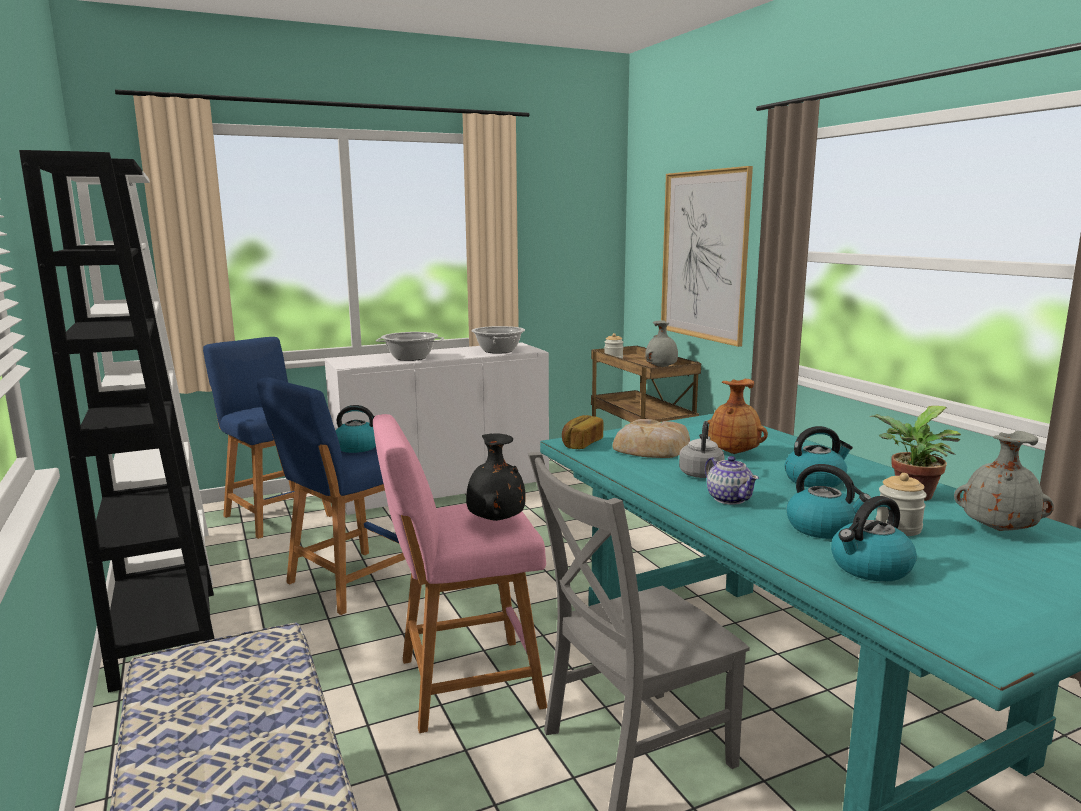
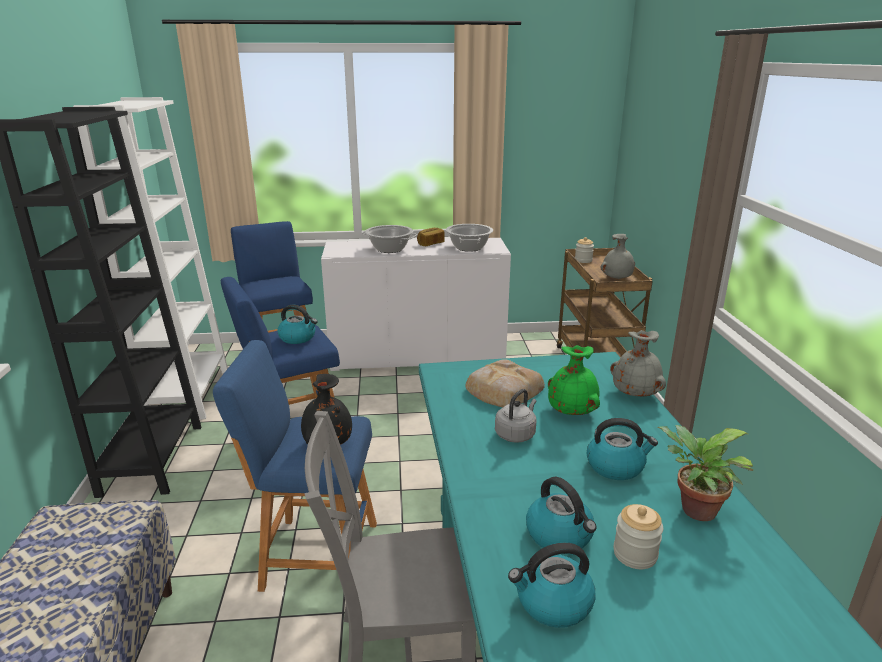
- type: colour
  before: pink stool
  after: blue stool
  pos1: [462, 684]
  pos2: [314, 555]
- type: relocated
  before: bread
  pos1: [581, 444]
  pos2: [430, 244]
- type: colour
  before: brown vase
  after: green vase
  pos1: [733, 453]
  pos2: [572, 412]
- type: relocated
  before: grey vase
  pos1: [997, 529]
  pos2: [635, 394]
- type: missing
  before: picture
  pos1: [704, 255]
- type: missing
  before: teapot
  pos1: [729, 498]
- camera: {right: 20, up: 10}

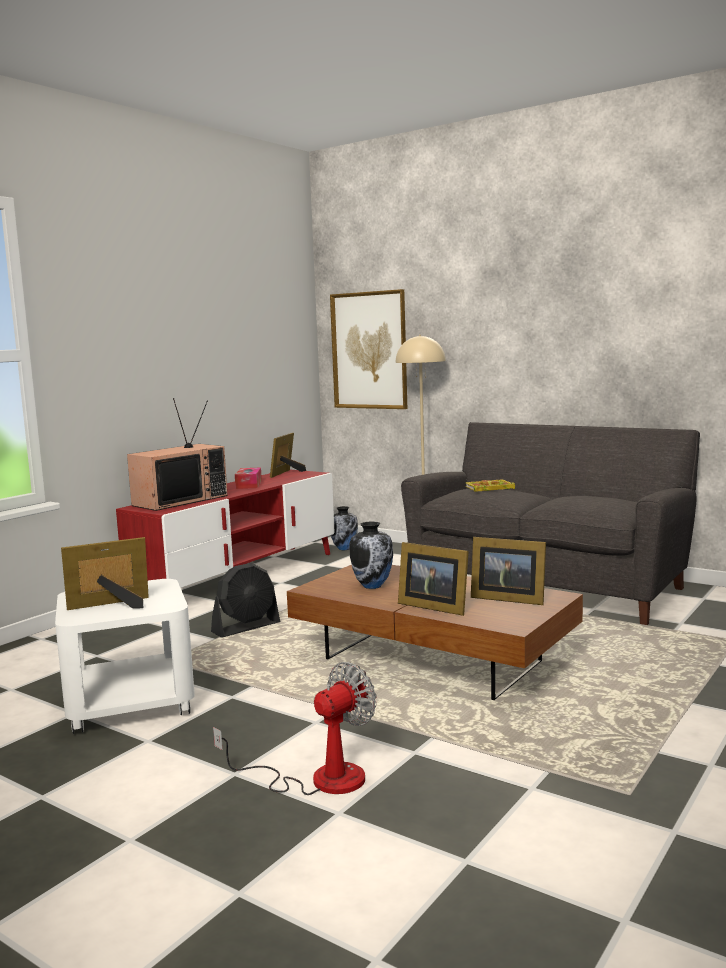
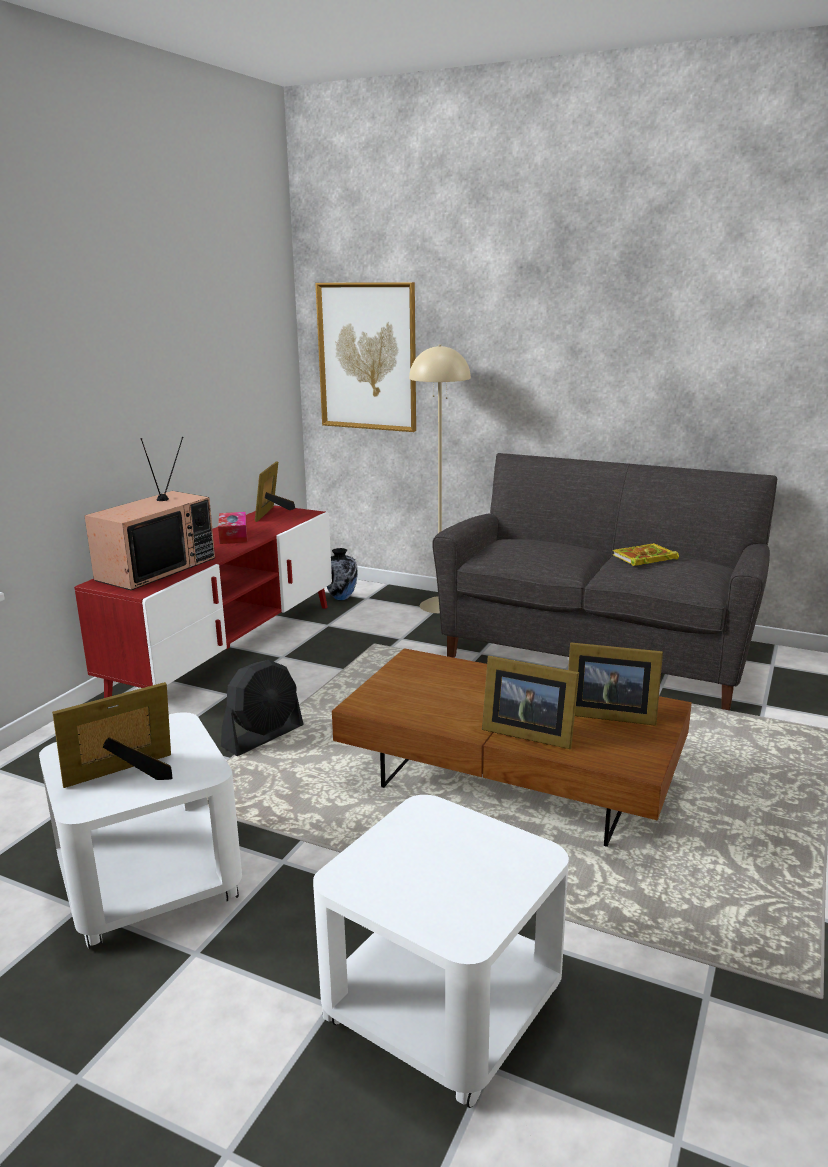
- type: exchanged
  before: fan
  after: white side table
  pos1: [318, 779]
  pos2: [442, 1006]
- type: relocated
  before: book
  pos1: [488, 488]
  pos2: [643, 558]
- type: missing
  before: vase
  pos1: [373, 586]
- camera: {right: -10, up: 10}

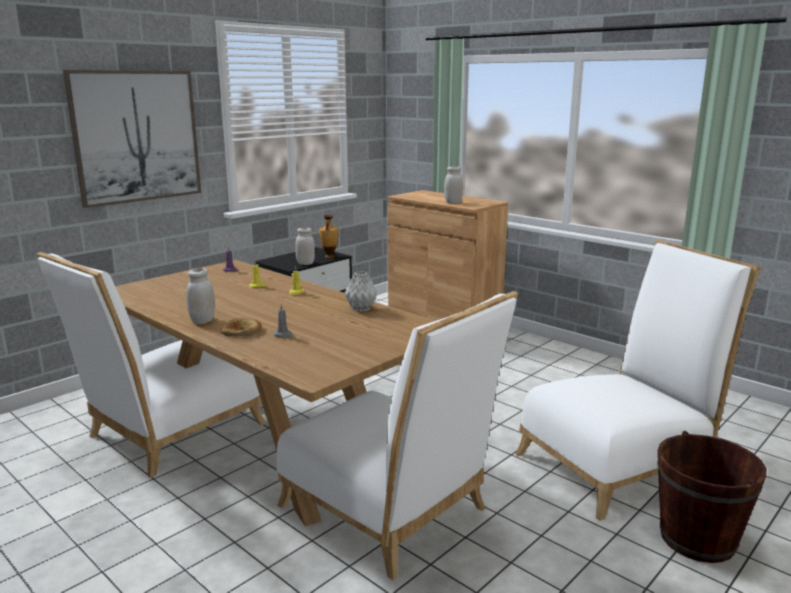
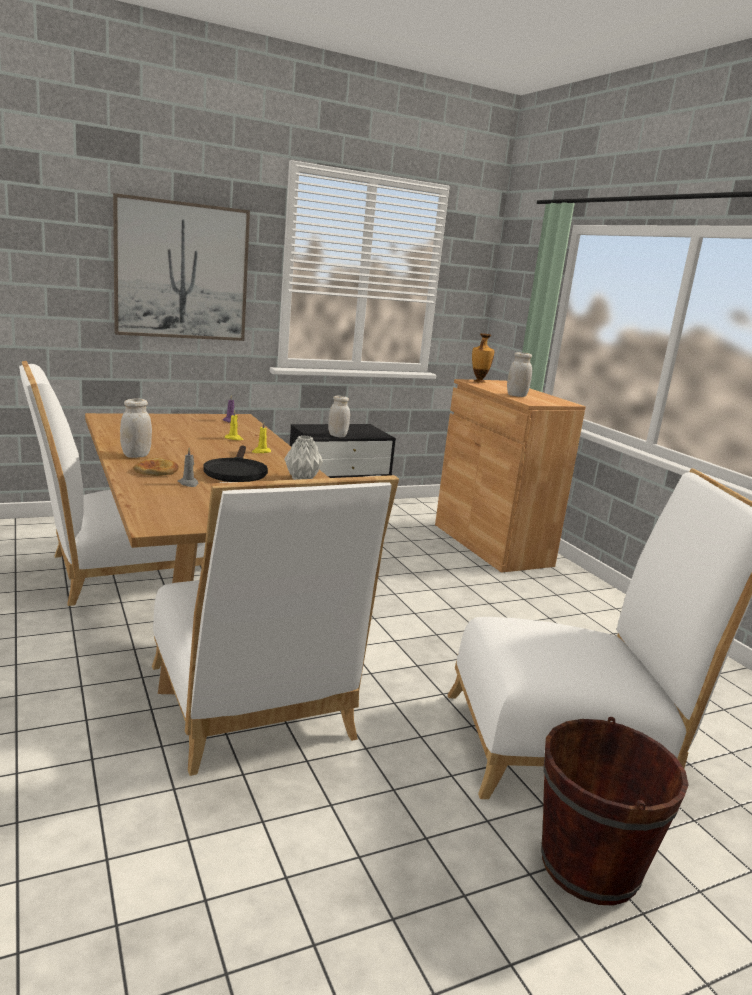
- type: appeared
  after: black frying pan
  pos2: [235, 471]
- type: relocated
  before: vase
  pos1: [329, 256]
  pos2: [479, 381]
- camera: {right: 20, up: 0}

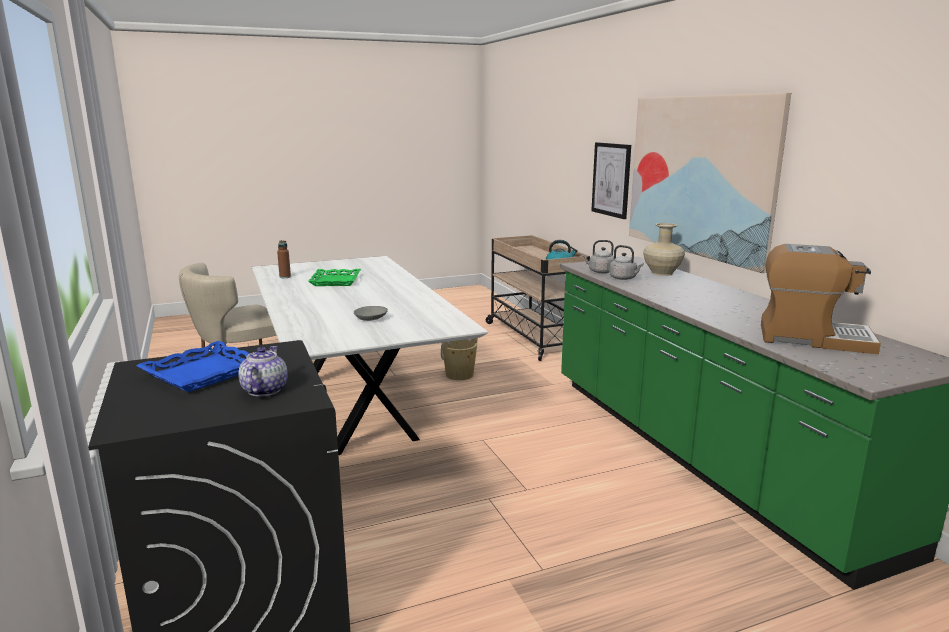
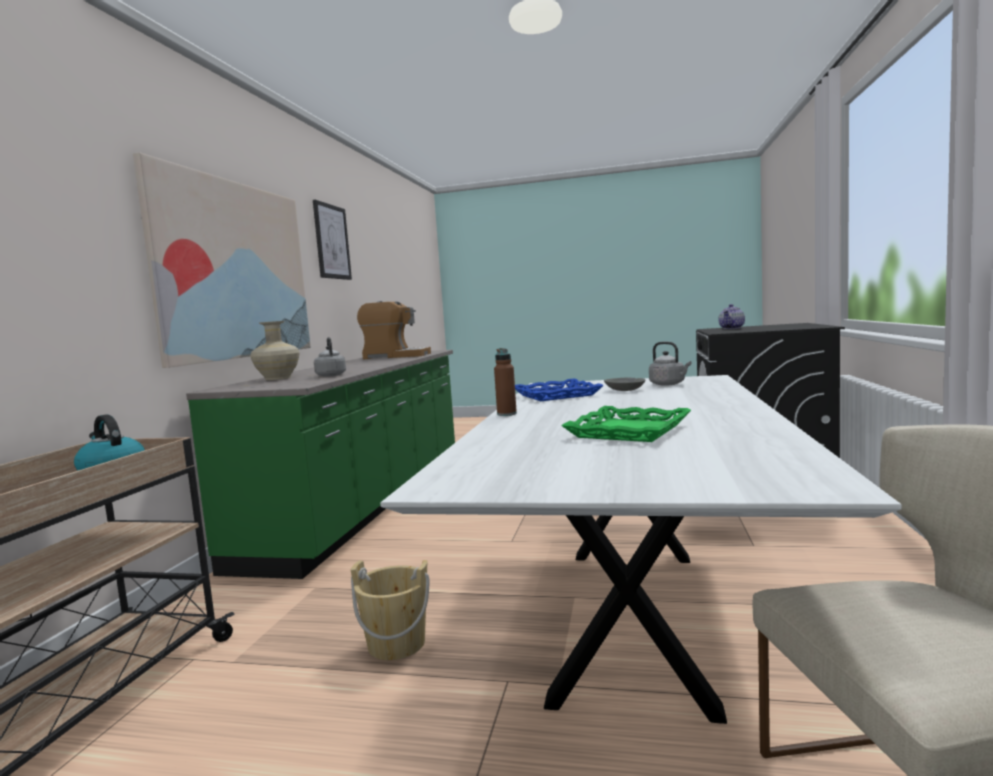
- type: relocated
  before: picture
  pos1: [611, 179]
  pos2: [331, 242]
- type: spun
  before: coffee machine
  pos1: [812, 338]
  pos2: [395, 356]
  turn: 135
- type: relocated
  before: brown bottle
  pos1: [285, 277]
  pos2: [506, 414]
- type: relocated
  before: blue tray
  pos1: [203, 373]
  pos2: [556, 395]
- type: relocated
  before: grey kettle
  pos1: [600, 272]
  pos2: [669, 384]
- camera: {right: -145, up: -10}

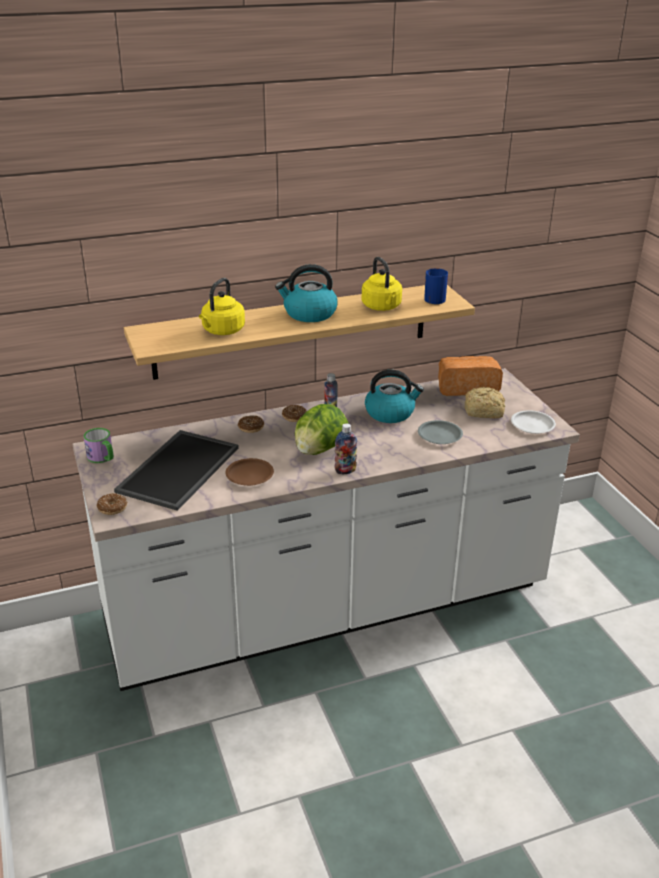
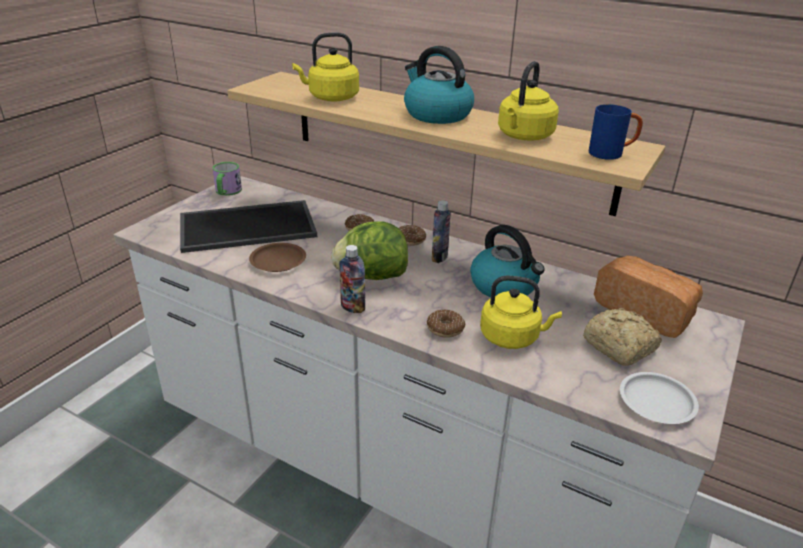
- type: relocated
  before: donut
  pos1: [112, 508]
  pos2: [445, 328]
- type: exchanged
  before: grey plate
  after: yellow kettle
  pos1: [439, 435]
  pos2: [512, 337]
- camera: {right: 50, up: 0}

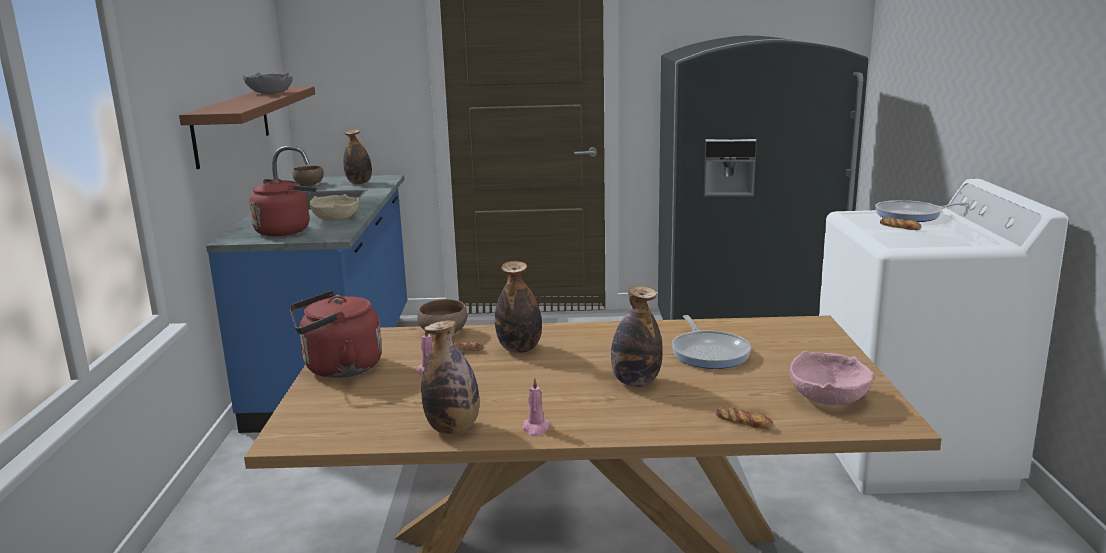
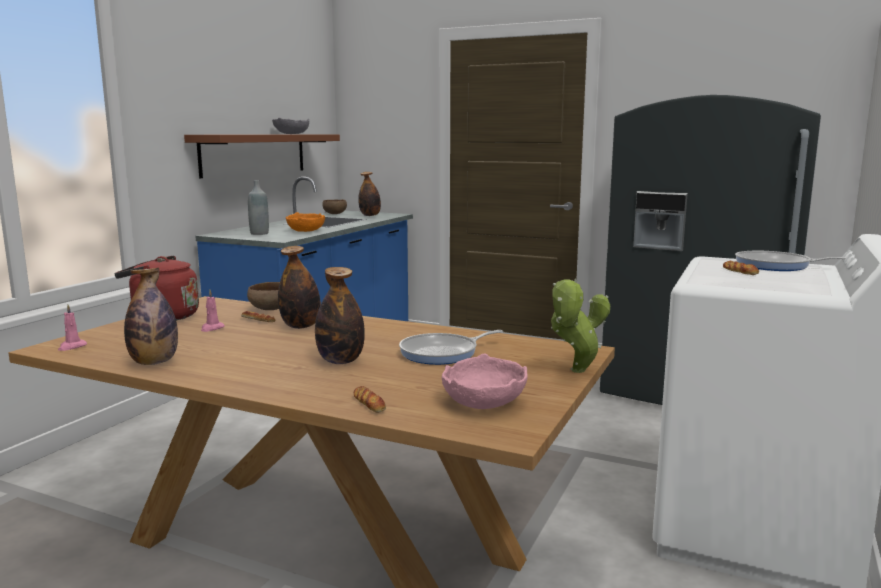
- type: relocated
  before: pink candle
  pos1: [536, 428]
  pos2: [72, 347]
- type: exchanged
  before: red kettle
  after: grey bottle
  pos1: [285, 230]
  pos2: [259, 233]
- type: colour
  before: beige bowl
  after: orange bowl
  pos1: [335, 219]
  pos2: [306, 231]
- type: spun
  before: frying pan
  pos1: [709, 353]
  pos2: [443, 353]
  turn: 45
- type: appeared
  after: potted plant
  pos2: [576, 372]
- camera: {right: 25, up: -5}

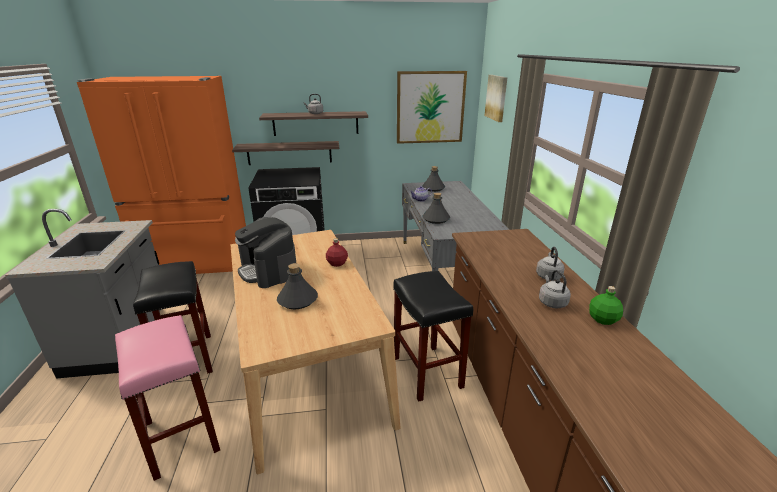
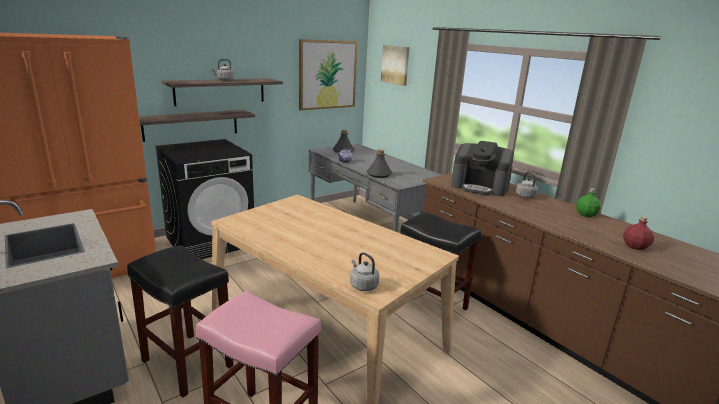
- type: relocated
  before: grey kettle
  pos1: [551, 302]
  pos2: [363, 285]
- type: relocated
  before: coffee machine
  pos1: [268, 270]
  pos2: [480, 187]
- type: relocated
  before: red bottle
  pos1: [337, 263]
  pos2: [635, 247]
- type: missing
  before: grey bottle
  pos1: [298, 300]
- camera: {right: -30, up: -5}

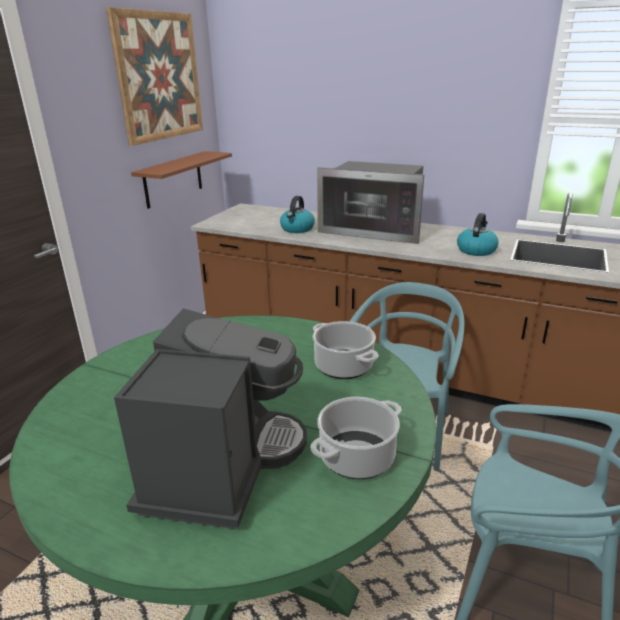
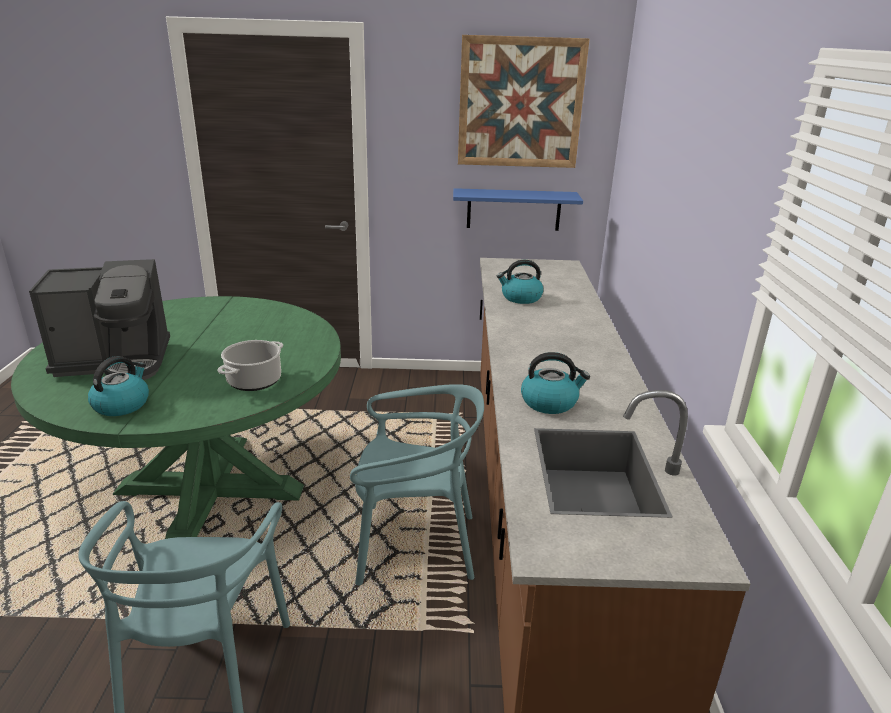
- type: exchanged
  before: cooking pot
  after: kettle
  pos1: [357, 458]
  pos2: [122, 404]
- type: colour
  before: brown shelf
  after: blue shelf
  pos1: [173, 179]
  pos2: [513, 209]
- type: missing
  before: microwave
  pos1: [374, 230]
- camera: {right: 65, up: 0}

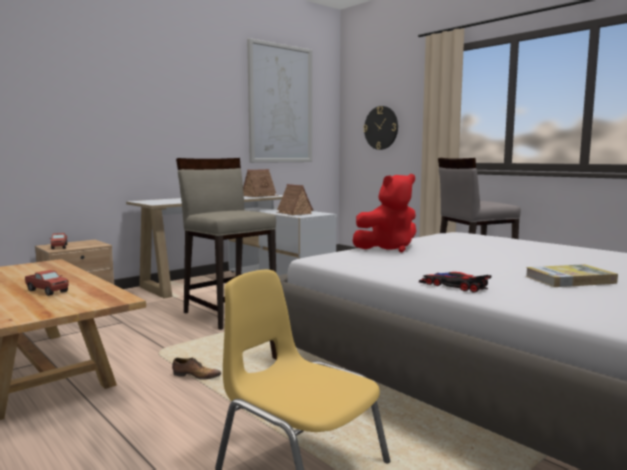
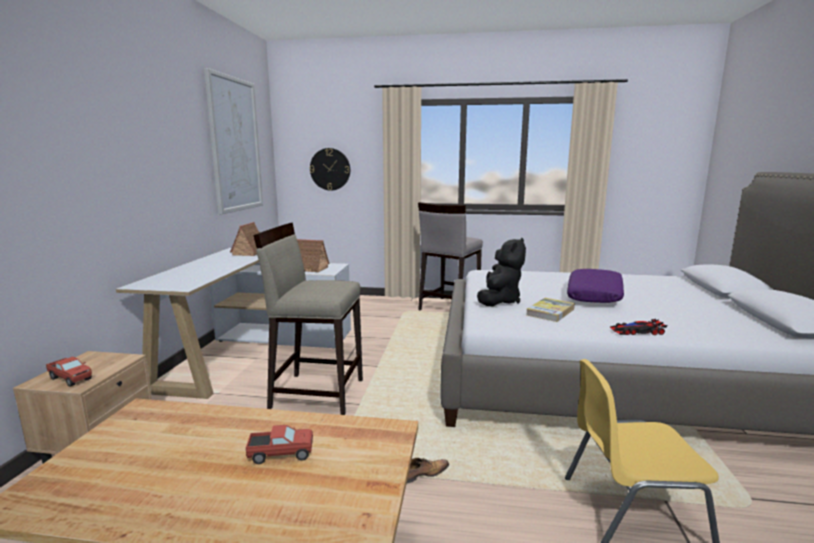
- type: colour
  before: red plush toy
  after: black plush toy
  pos1: [388, 248]
  pos2: [499, 301]
- type: relocated
  before: book
  pos1: [570, 279]
  pos2: [550, 312]
- type: appeared
  after: purple pillow
  pos2: [595, 295]
- camera: {right: -40, up: 5}

